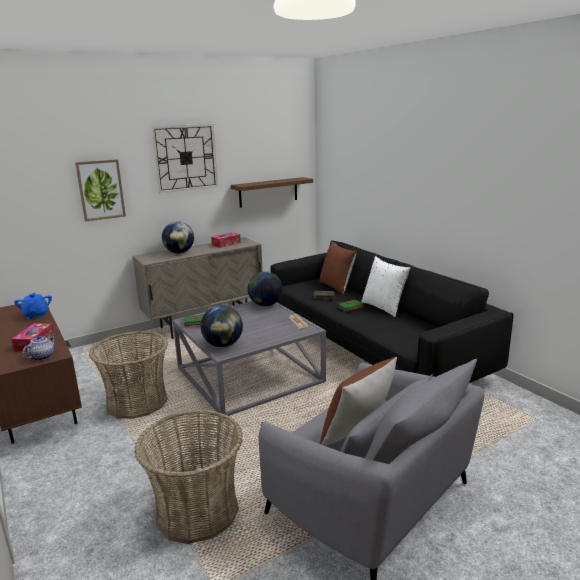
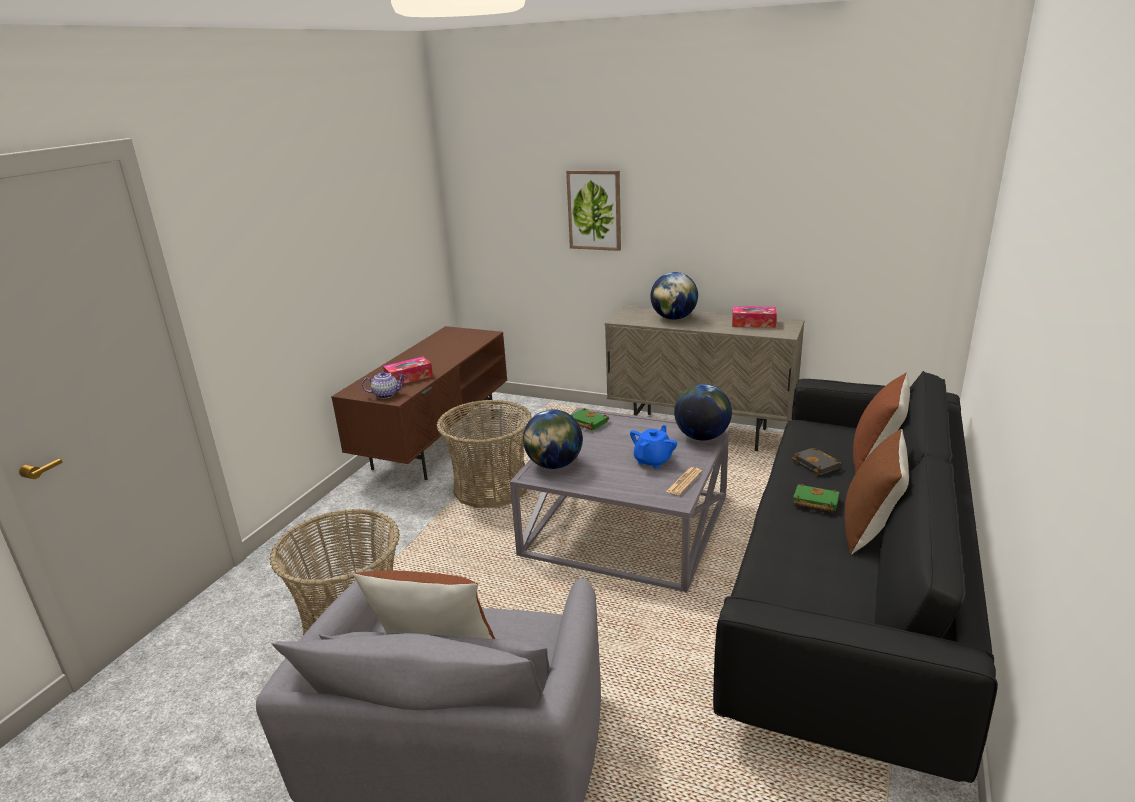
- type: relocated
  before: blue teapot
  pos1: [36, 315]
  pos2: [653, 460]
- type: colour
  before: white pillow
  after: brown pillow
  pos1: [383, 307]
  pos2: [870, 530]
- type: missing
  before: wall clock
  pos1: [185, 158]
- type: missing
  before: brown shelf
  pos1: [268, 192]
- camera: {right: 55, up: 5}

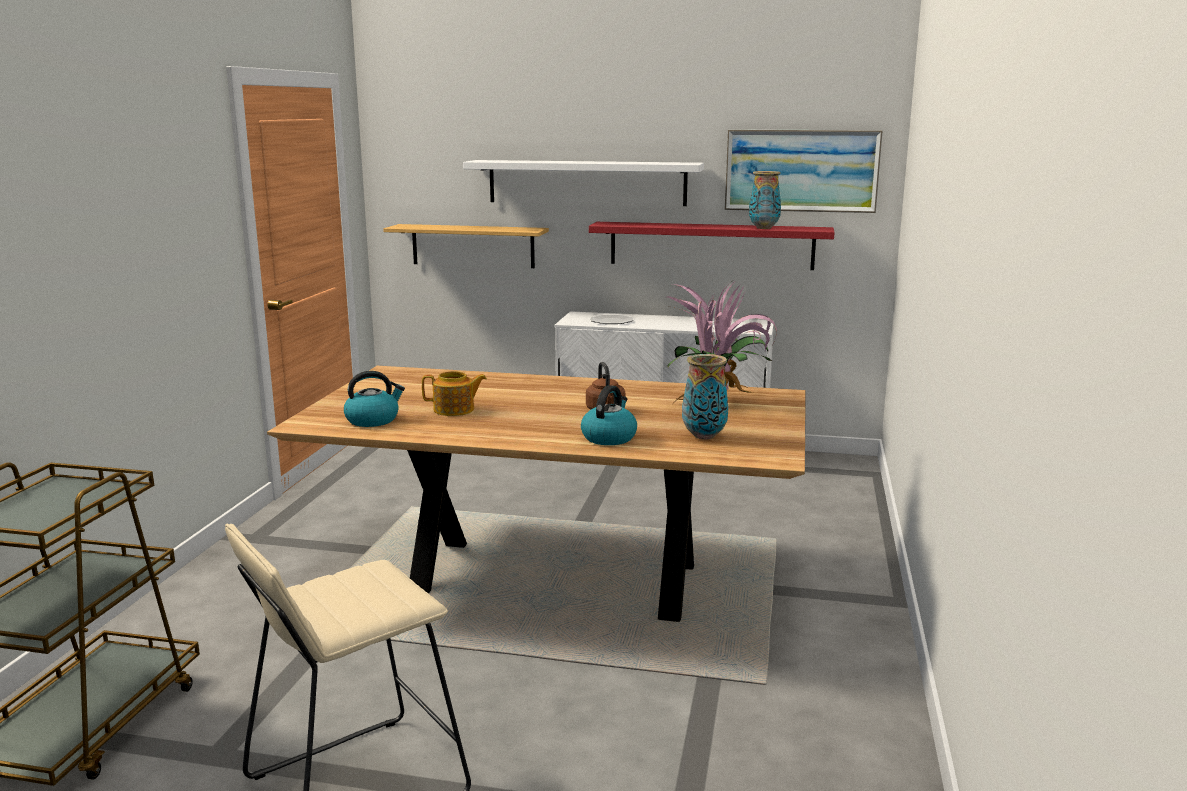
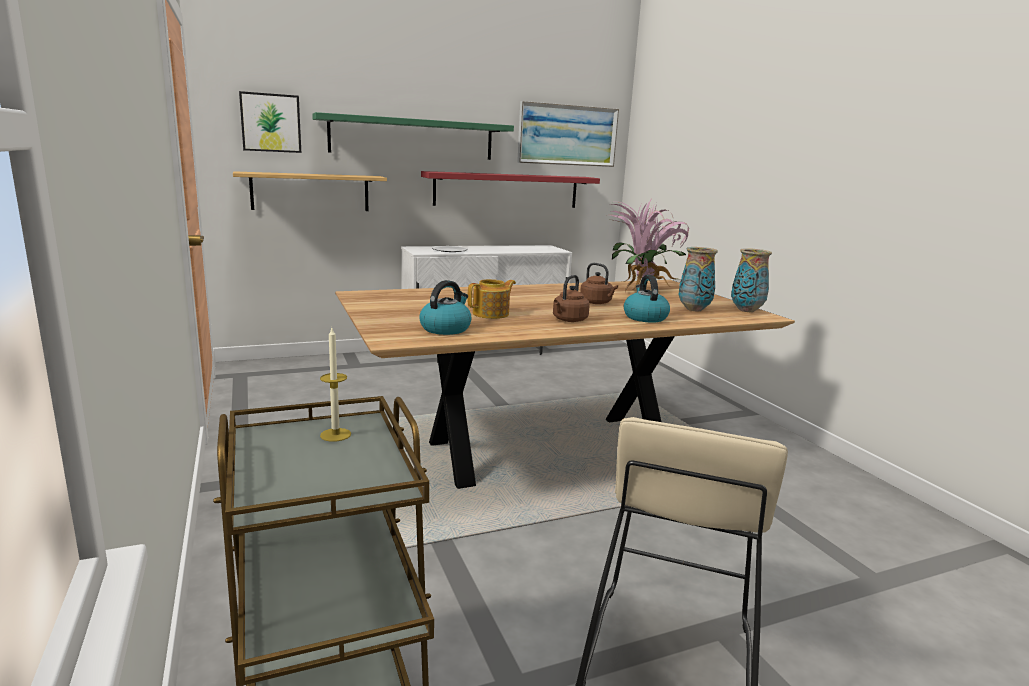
- type: appeared
  after: picture
  pos2: [270, 123]
- type: colour
  before: white shelf
  after: green shelf
  pos1: [586, 182]
  pos2: [413, 138]
- type: appeared
  after: candle
  pos2: [335, 435]
- type: appeared
  after: brown kettle
  pos2: [569, 320]
- type: relocated
  before: vase
  pos1: [764, 228]
  pos2: [747, 310]
- camera: {right: -35, up: 0}

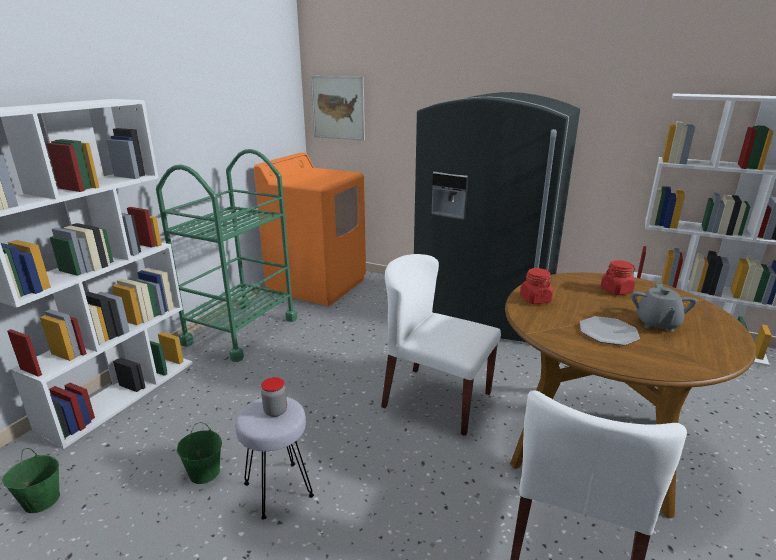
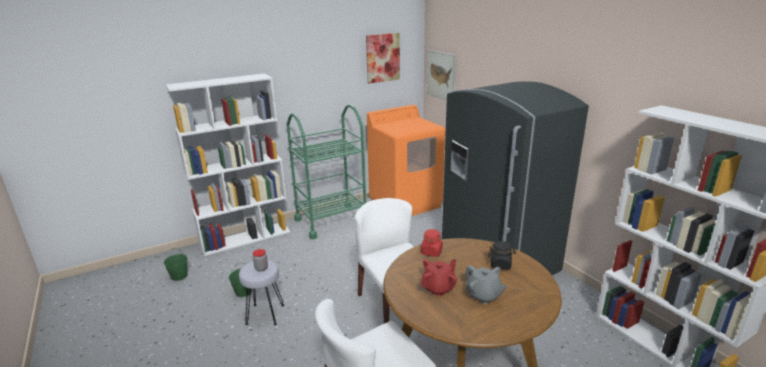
- type: appeared
  after: picture
  pos2: [382, 58]
- type: exchanged
  before: plate
  after: red teapot
  pos1: [608, 332]
  pos2: [439, 288]
- type: spun
  before: grey teapot
  pos1: [657, 324]
  pos2: [483, 296]
  turn: -90
- type: colour
  before: red jar
  after: black jar
  pos1: [616, 290]
  pos2: [500, 265]
- camera: {right: 35, up: 0}

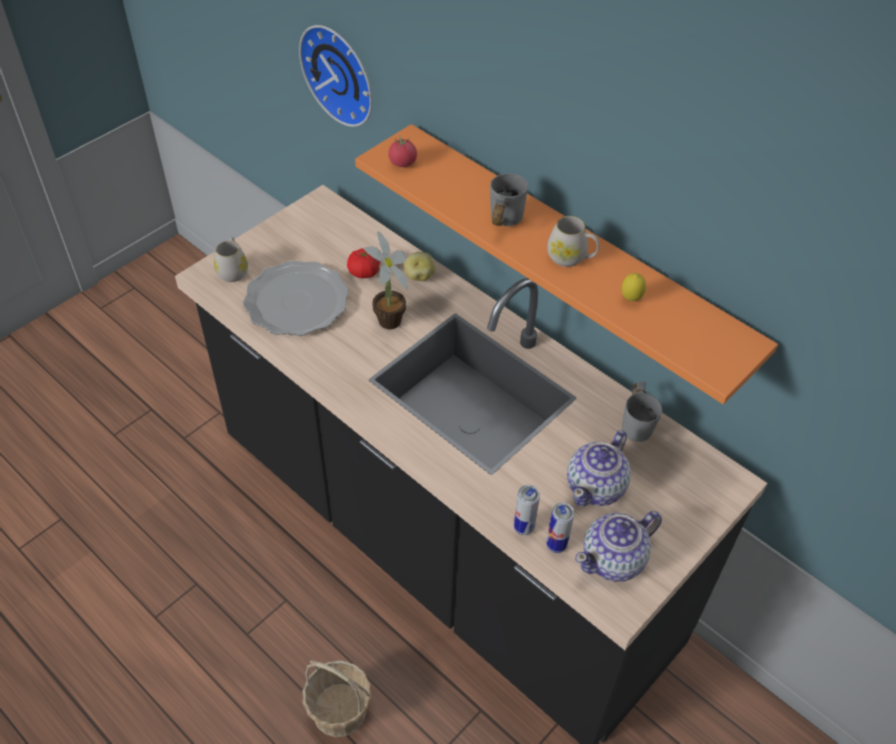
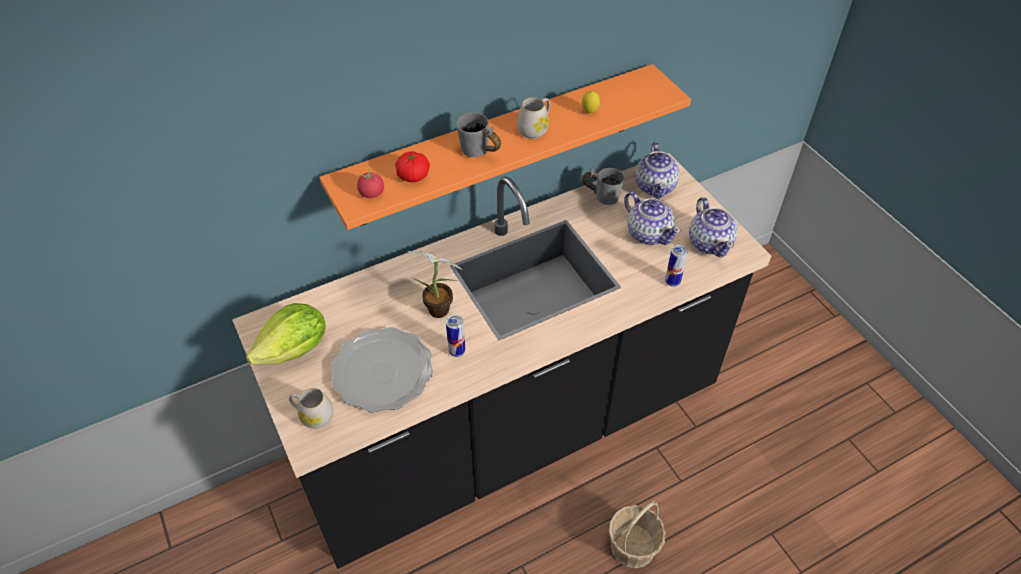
- type: appeared
  after: lettuce
  pos2: [295, 350]
- type: relocated
  before: tomato
  pos1: [364, 272]
  pos2: [413, 176]
- type: relocated
  before: can
  pos1: [556, 545]
  pos2: [457, 351]
- type: appeared
  after: teapot
  pos2: [655, 187]
- type: missing
  before: wall clock
  pos1: [341, 73]
- type: missing
  before: potato
  pos1: [419, 275]
- camera: {right: -70, up: 0}

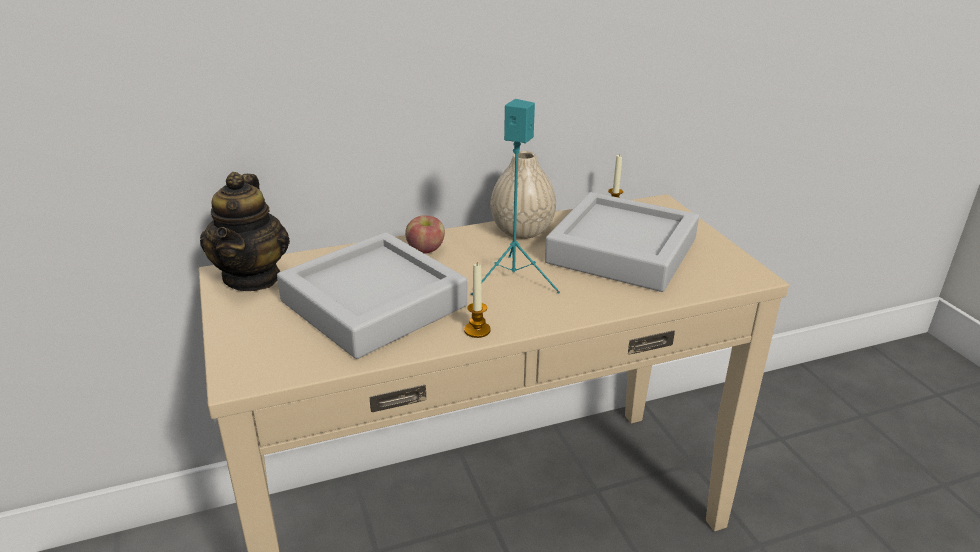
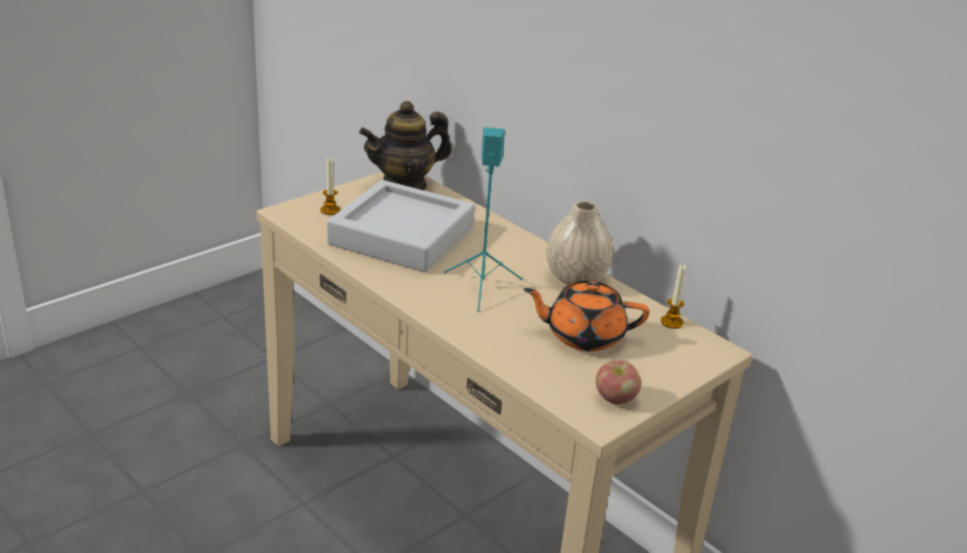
- type: relocated
  before: candle
  pos1: [477, 330]
  pos2: [330, 210]
- type: exchanged
  before: grey tray
  after: orange teapot
  pos1: [622, 251]
  pos2: [583, 336]
- type: relocated
  before: apple
  pos1: [426, 250]
  pos2: [615, 399]
- camera: {right: 65, up: 0}

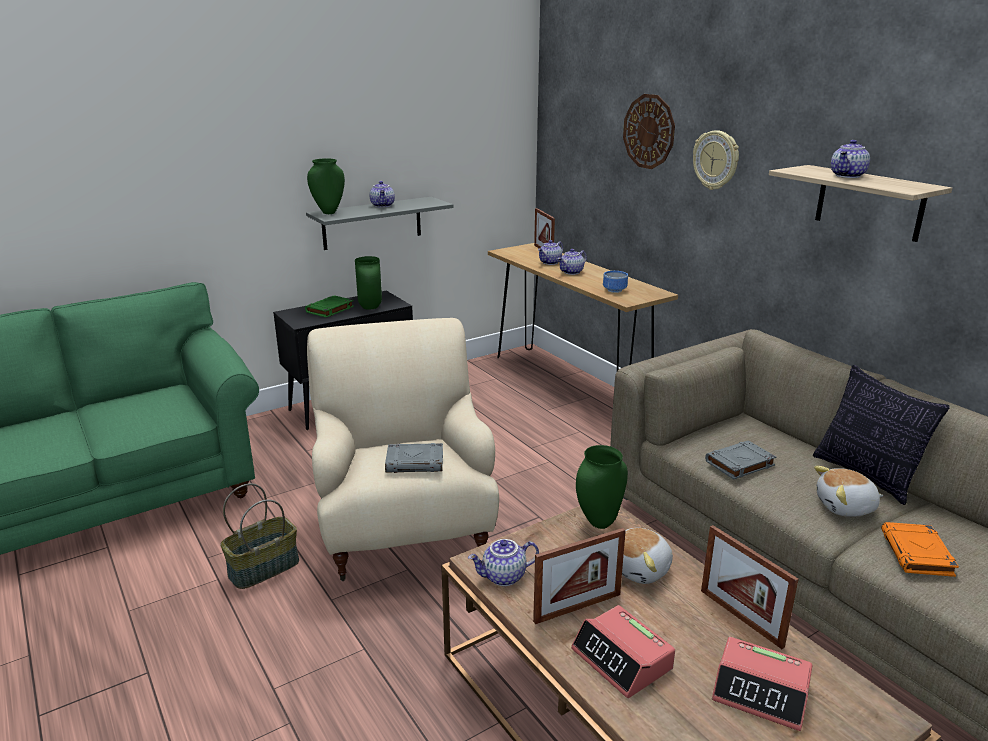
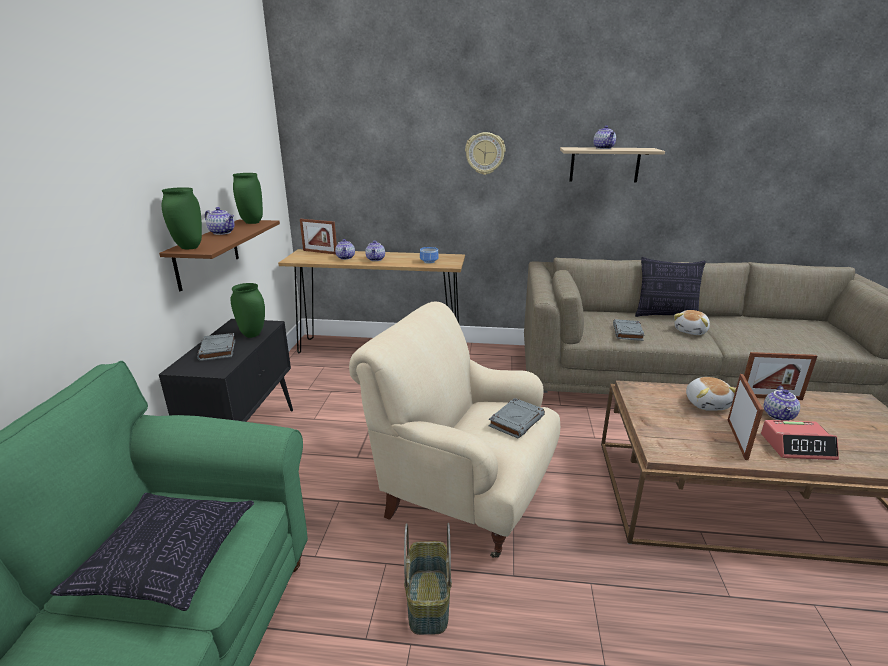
- type: appeared
  after: pillow
  pos2: [168, 561]
- type: colour
  before: grey shelf
  after: brown shelf
  pos1: [372, 223]
  pos2: [207, 254]
- type: colour
  before: green book
  after: grey book
  pos1: [329, 309]
  pos2: [218, 350]
- type: relocated
  before: green vase
  pos1: [598, 522]
  pos2: [251, 222]
- type: relocated
  before: teapot
  pos1: [504, 577]
  pos2: [779, 416]
- type: missing
  before: wall clock
  pos1: [649, 131]
- type: missing
  before: alarm clock
  pos1: [761, 692]
- type: missing
  before: orange book
  pos1: [917, 554]
- camera: {right: -50, up: 0}

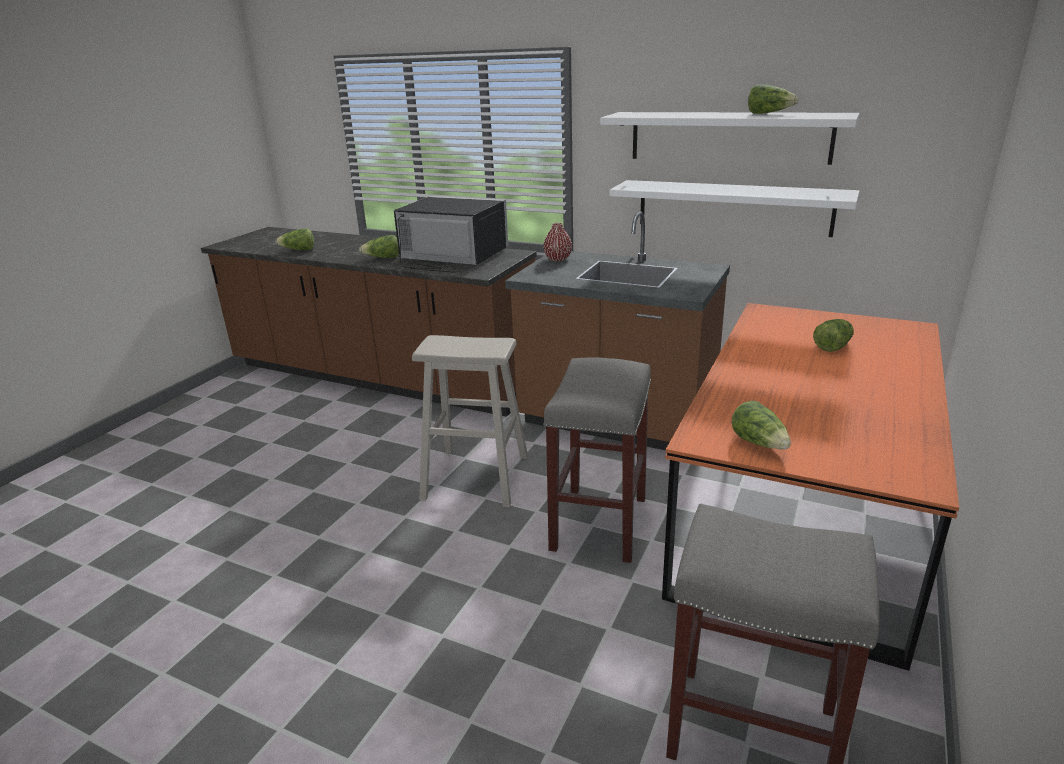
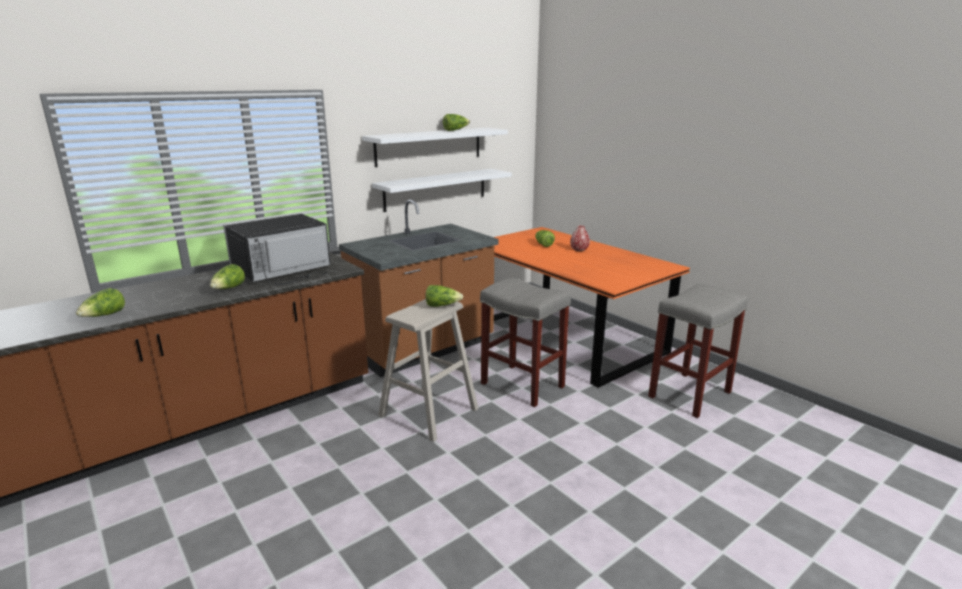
- type: relocated
  before: lettuce
  pos1: [759, 443]
  pos2: [442, 305]
- type: relocated
  before: red vase
  pos1: [557, 259]
  pos2: [579, 249]
- camera: {right: -65, up: -5}

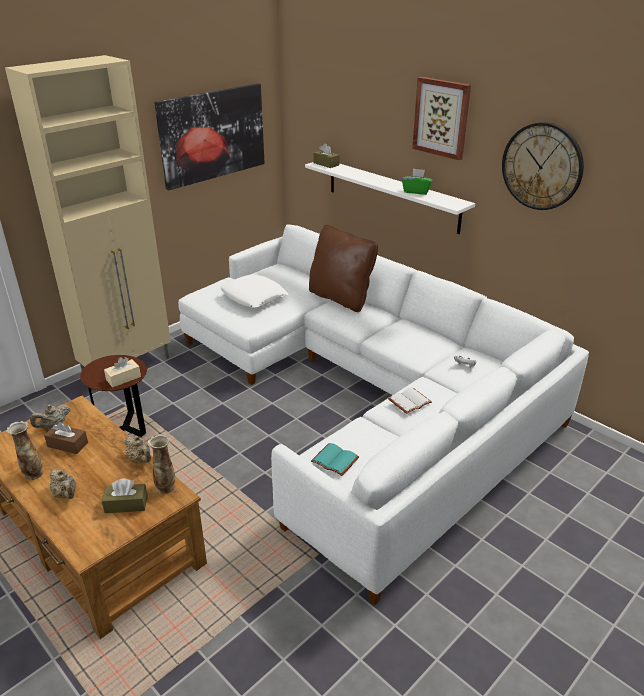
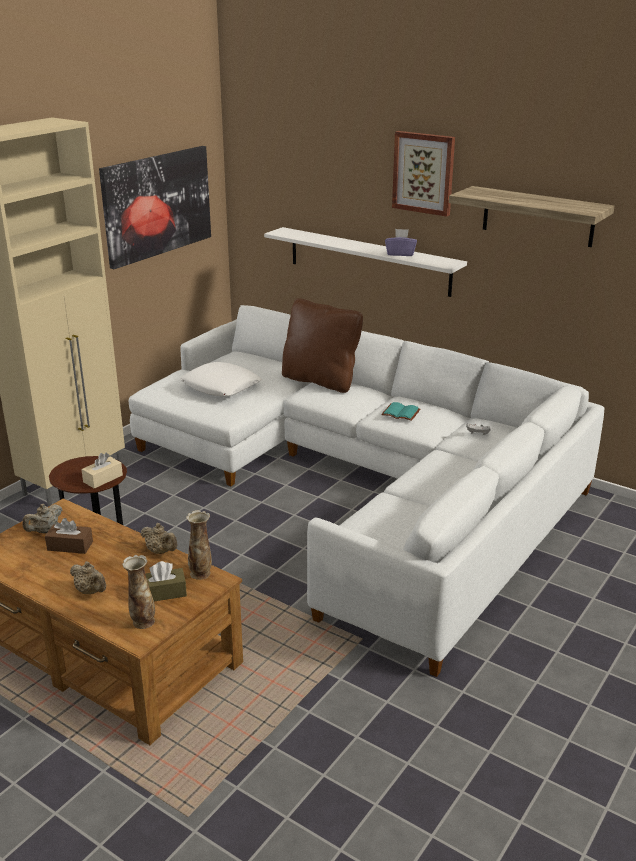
- type: relocated
  before: vase
  pos1: [33, 474]
  pos2: [143, 622]
- type: relocated
  before: turquoise book
  pos1: [336, 460]
  pos2: [401, 413]
- type: colour
  before: green tissue box
  after: purple tissue box
  pos1: [416, 191]
  pos2: [400, 253]
- type: exchanged
  before: wall clock
  after: shelf
  pos1: [542, 166]
  pos2: [538, 216]
- type: missing
  before: brown tissue box
  pos1: [326, 164]
- type: missing
  before: white book
  pos1: [409, 401]
- camera: {right: -10, up: -5}

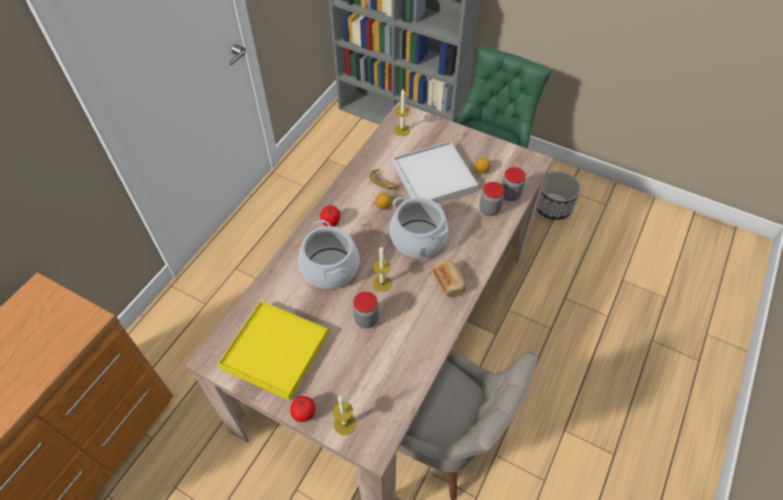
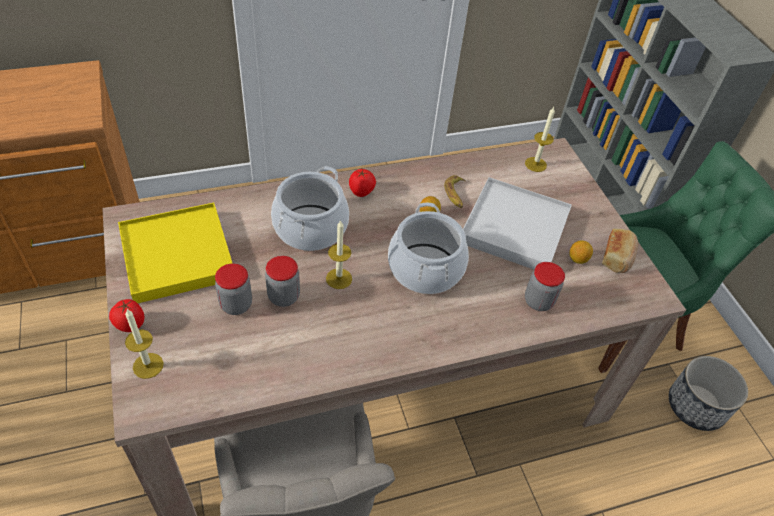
- type: relocated
  before: jar
  pos1: [510, 195]
  pos2: [236, 304]
- type: relocated
  before: bread
  pos1: [449, 282]
  pos2: [617, 257]
- camera: {right: 40, up: -5}

